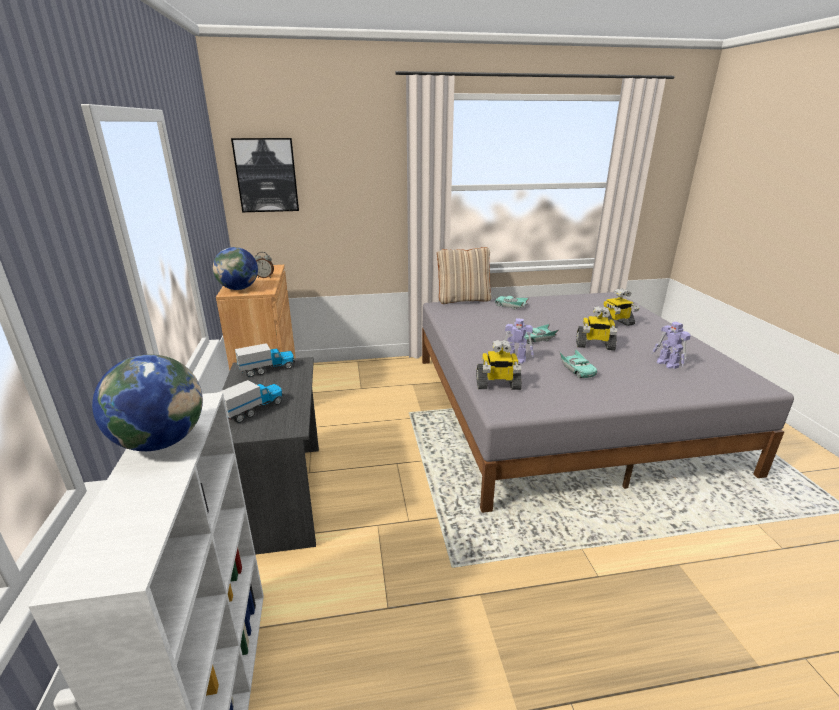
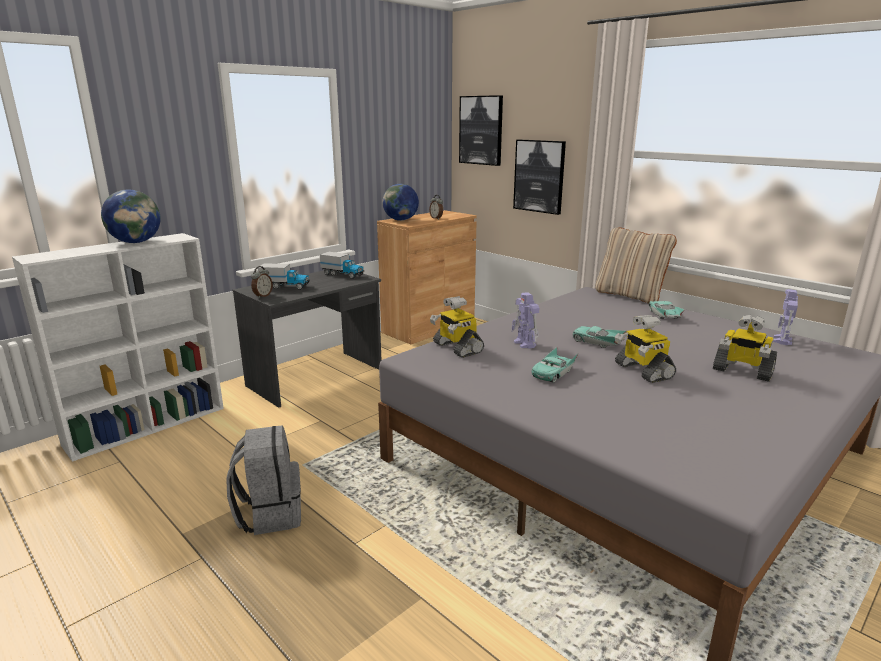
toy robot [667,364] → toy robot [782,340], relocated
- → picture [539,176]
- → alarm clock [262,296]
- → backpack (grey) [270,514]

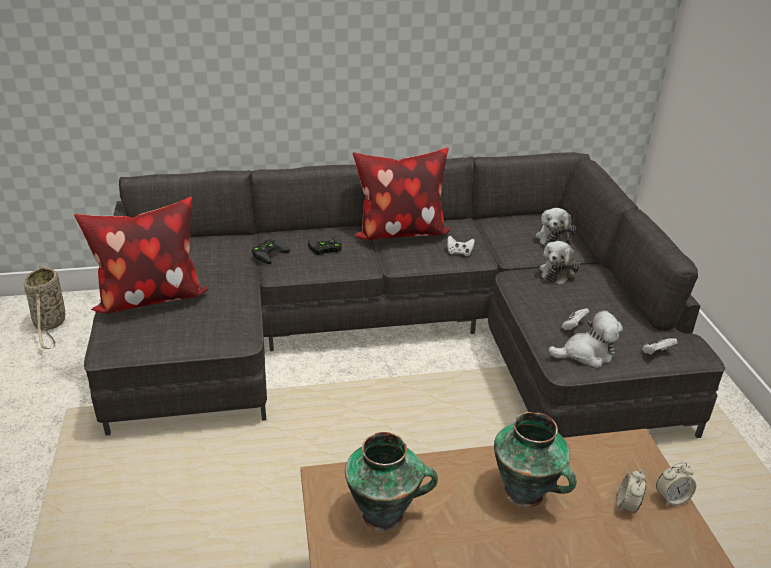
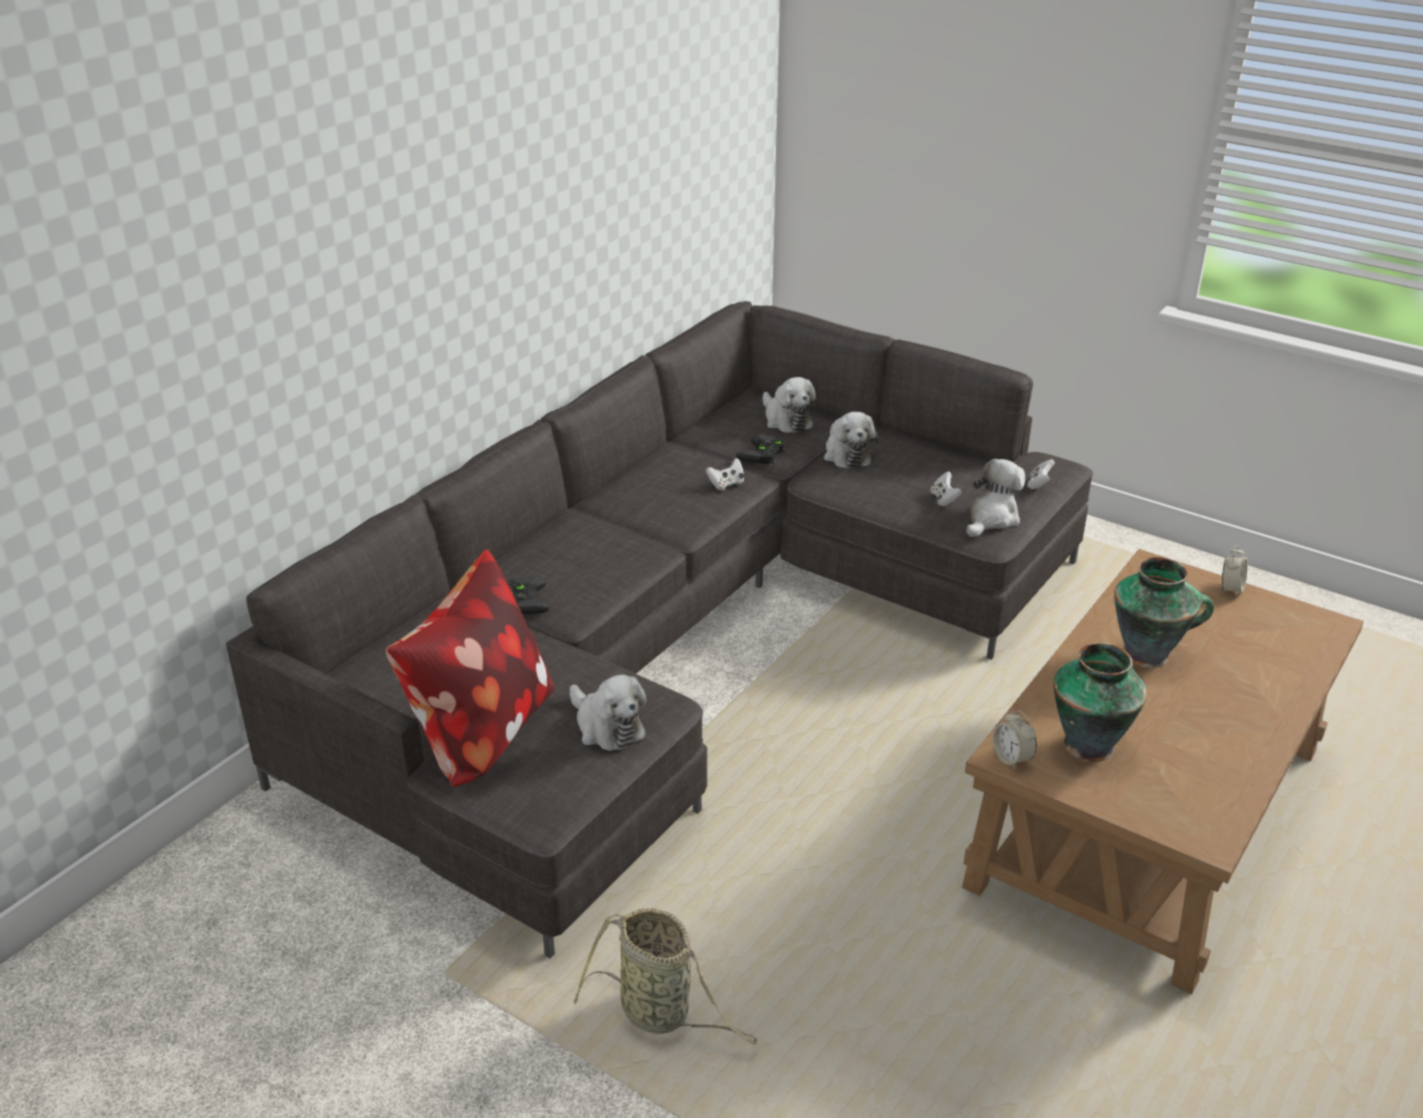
pillow [400,232] → -
game controller (black) [325,248] → game controller (black) [762,454], relocated
basket [50,324] → basket [660,1013], relocated
alarm clock [627,505] → alarm clock [1012,758], relocated
- → plush toy [607,726]

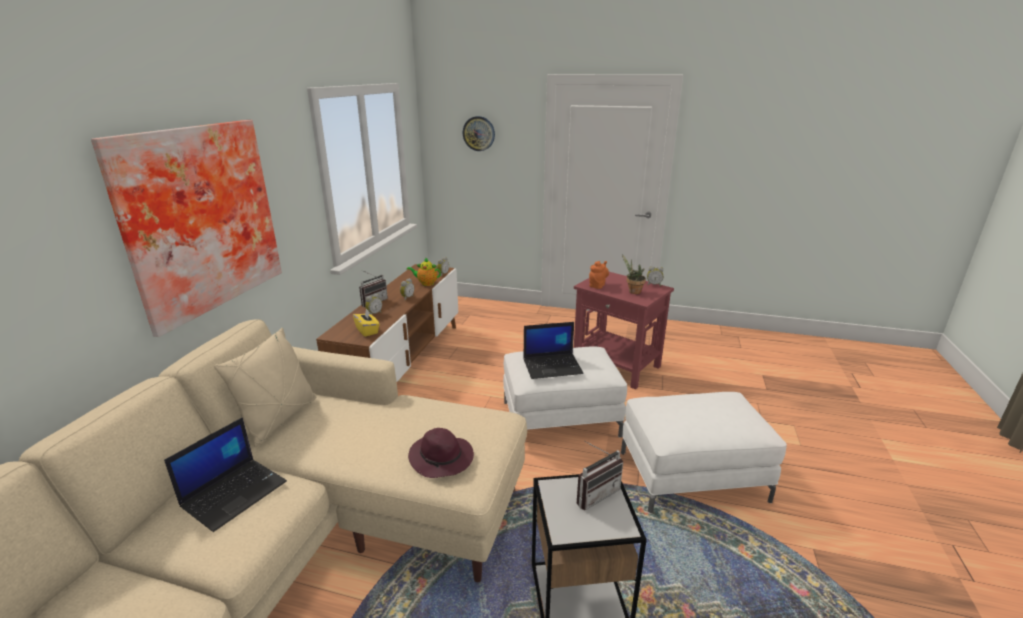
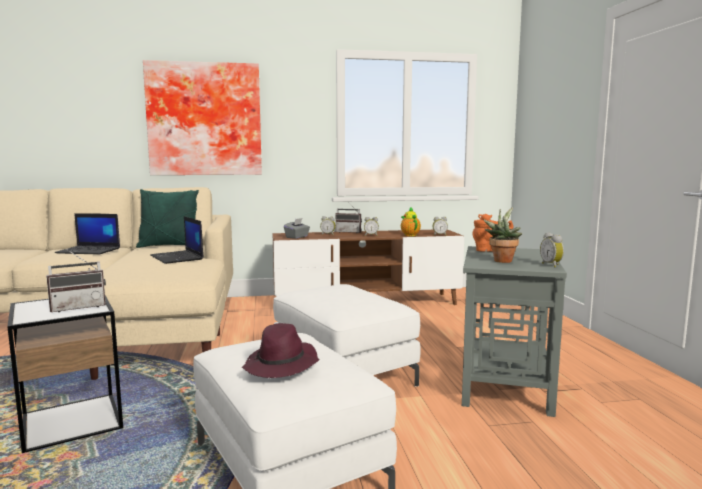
wall clock [479,133] → -
side table (red) [616,366] → side table (grey) [504,386]
tissue box (yellow) [367,331] → tissue box (grey) [297,237]
laptop [553,366] → laptop [177,257], relocated
pillow (beige) [279,419] → pillow (green) [168,246]
hat (purple) [442,459] → hat (purple) [281,365], relocated
radio [594,493] → radio [79,307], 60 degrees counterclockwise

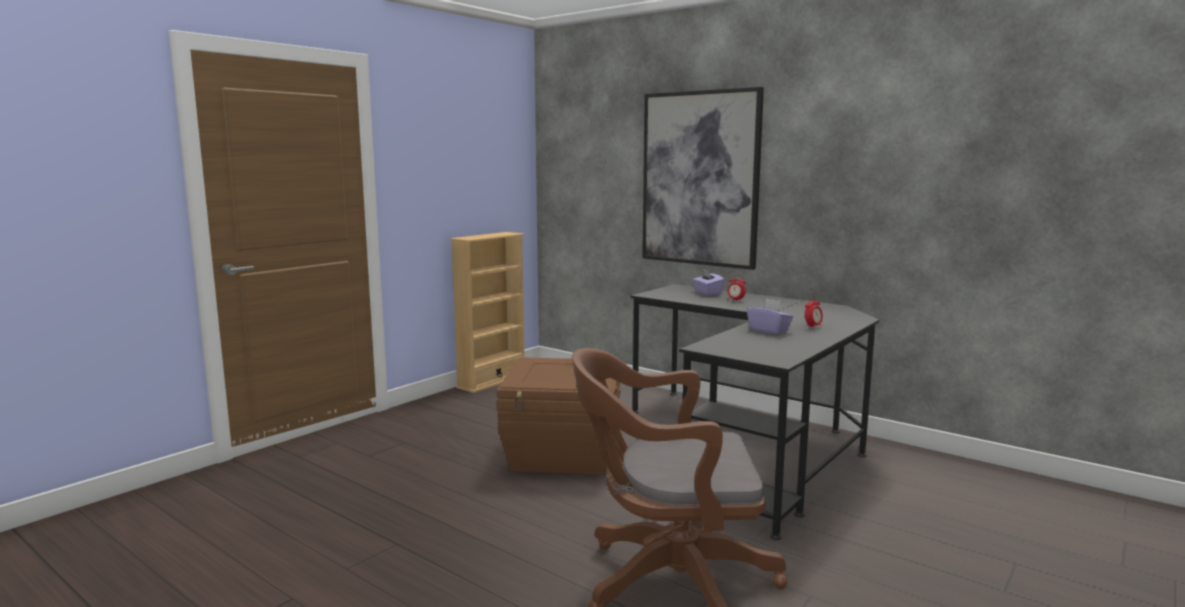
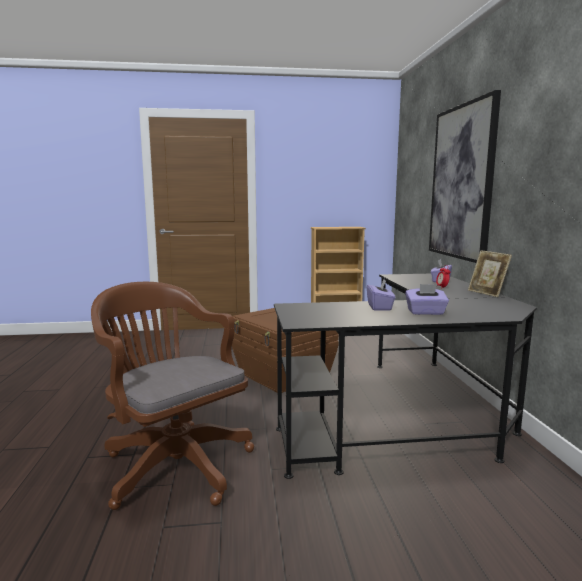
alarm clock [812,327] → tissue box (purple) [425,312]
- → picture frame [487,293]

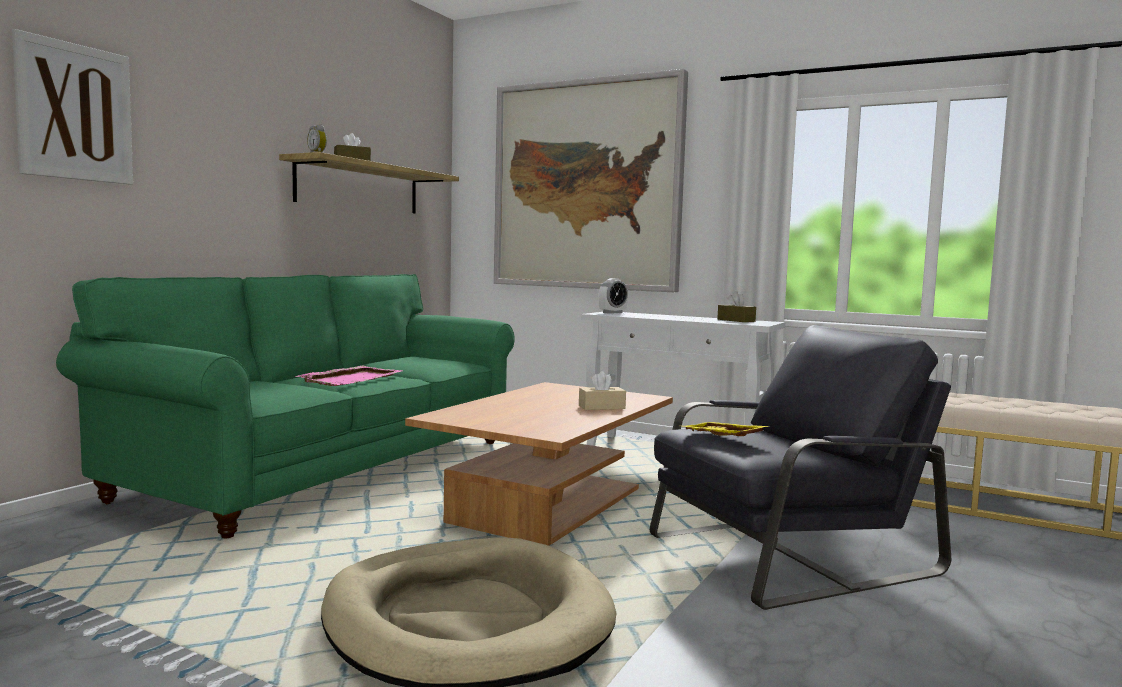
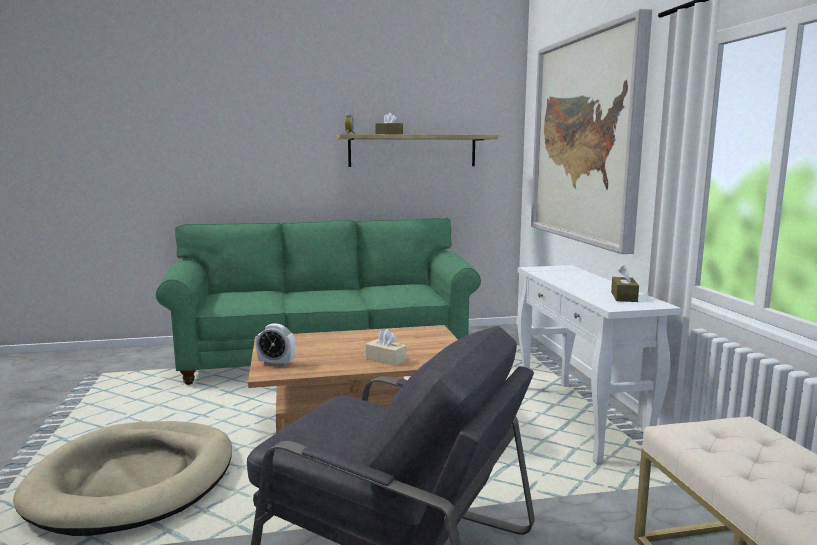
picture [75,112] → -
alarm clock [612,312] → alarm clock [276,364], relocated
tray (pink) [352,379] → -
tray (yellow) [722,438] → -

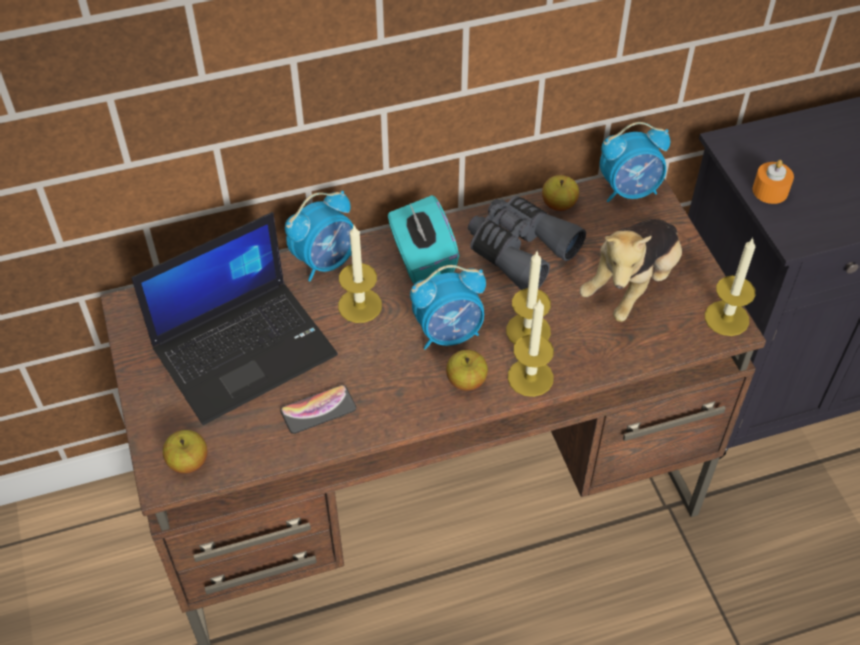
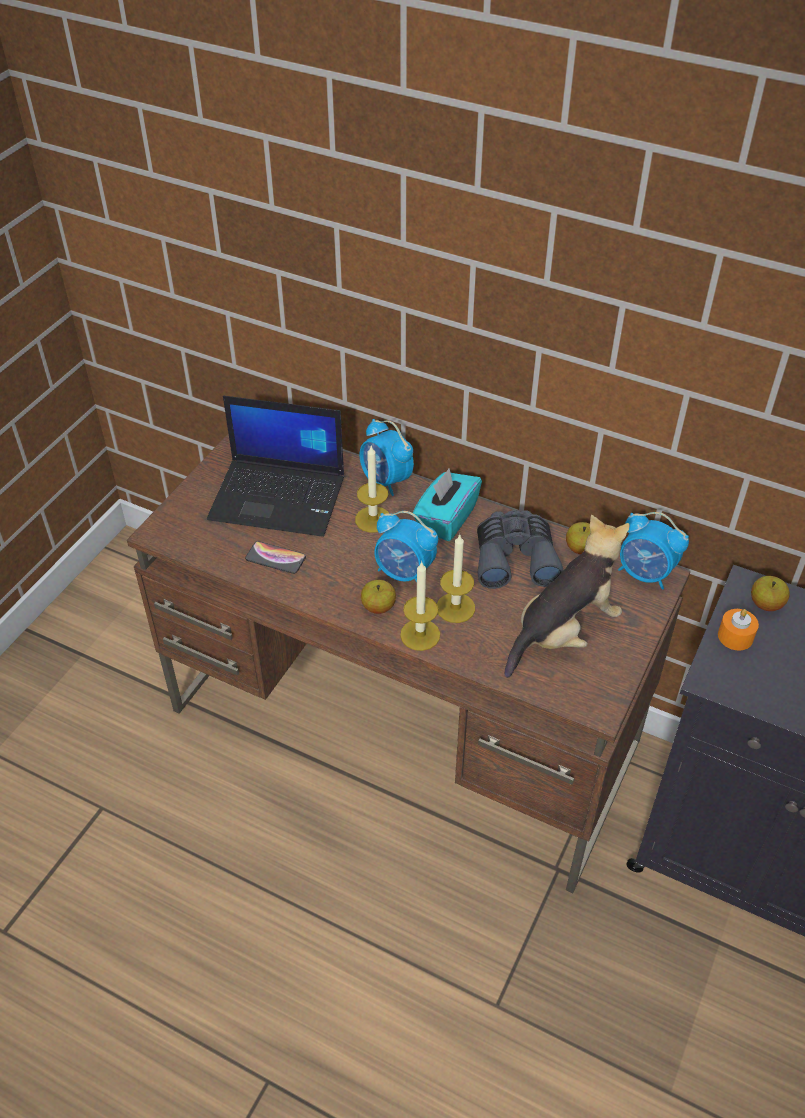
alarm clock [325,261] → alarm clock [386,481], 45 degrees clockwise
plush toy [631,285] → plush toy [563,632], 150 degrees clockwise
candle [726,318] → -
apple [188,462] → apple [766,604], relocated

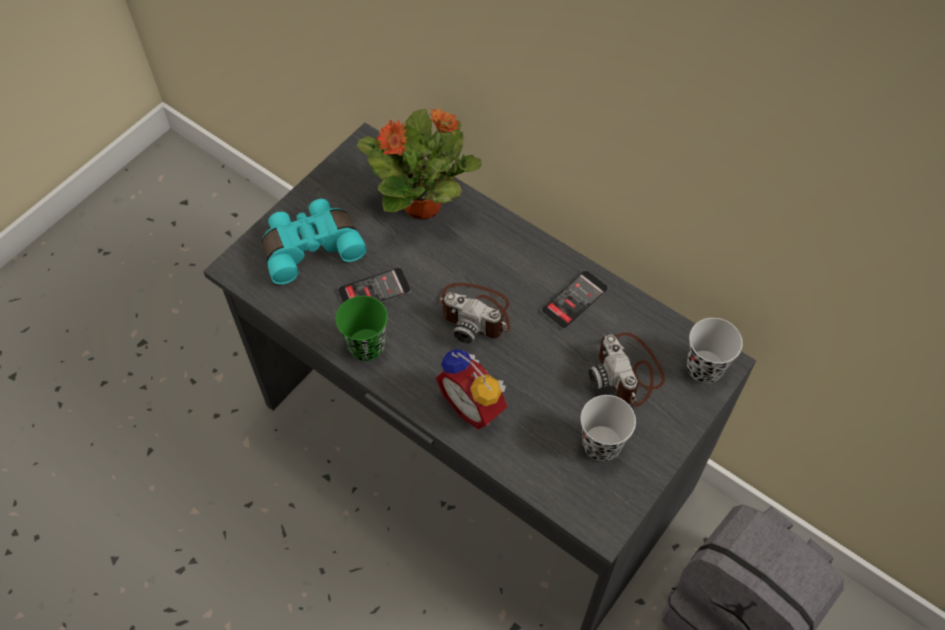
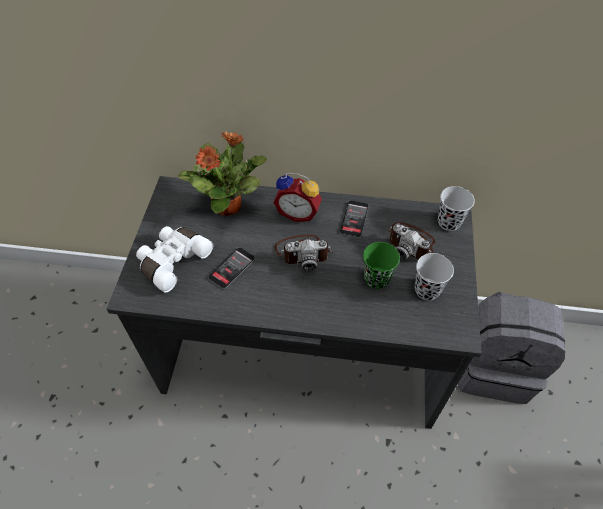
binoculars (turquoise) [311,246] → binoculars (white) [172,260]
cup (green) [366,346] → cup (green) [376,279], relocated
alarm clock [475,405] → alarm clock [298,212], relocated

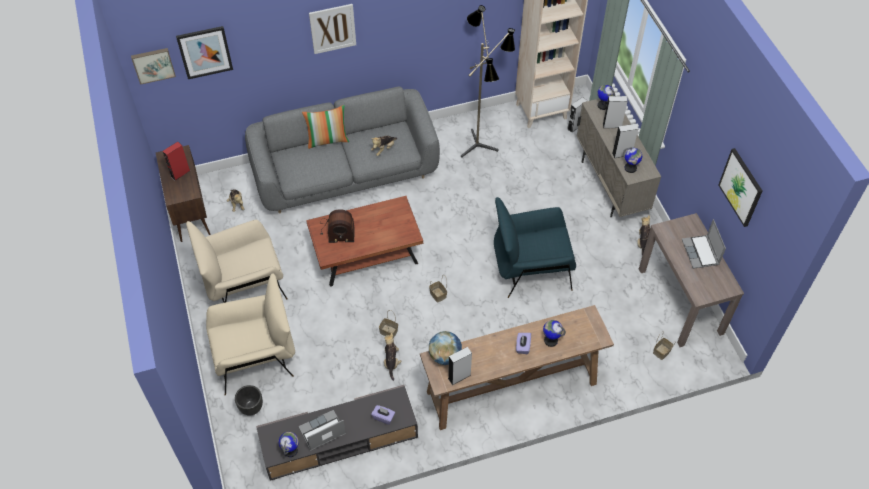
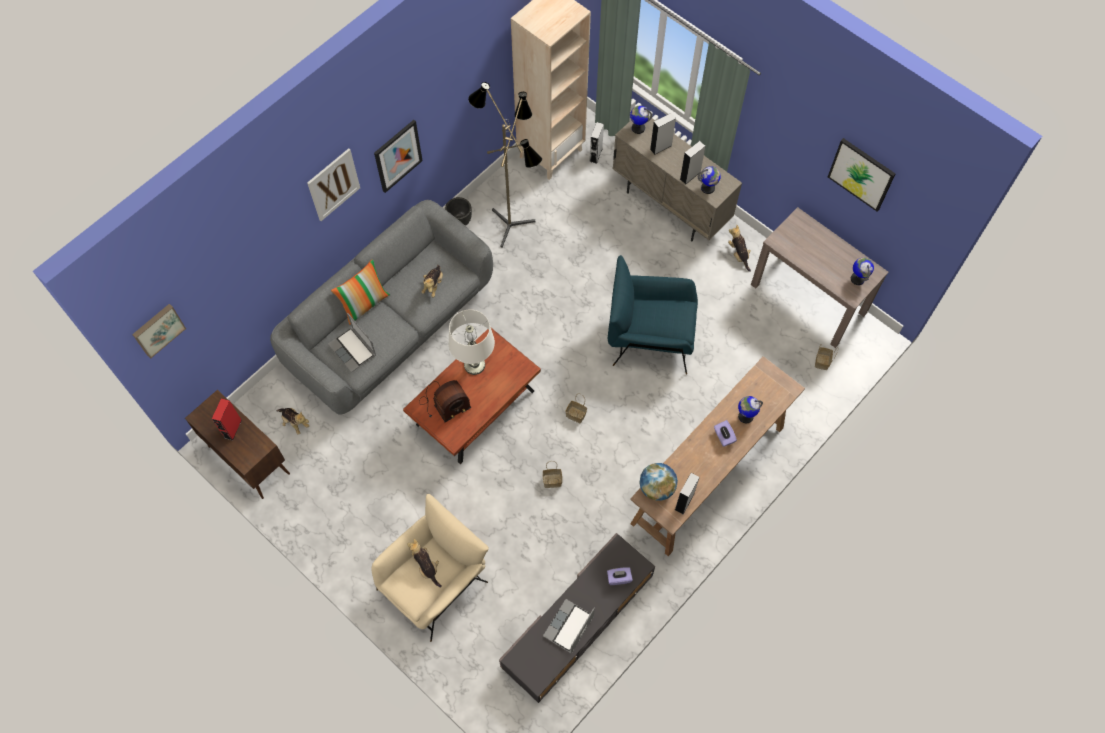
picture [205,52] → picture [397,156], relocated
armchair (blue) [531,269] → armchair (blue) [649,338], 45 degrees clockwise
laptop [701,253] → laptop [353,350], relocated
armchair (beige) [244,285] → -
plush toy [391,361] → plush toy [426,566], relocated
planter (black) [251,407] → planter (black) [459,221], relocated
globe [291,450] → globe [857,278], relocated
- → table lamp (white) [474,365]

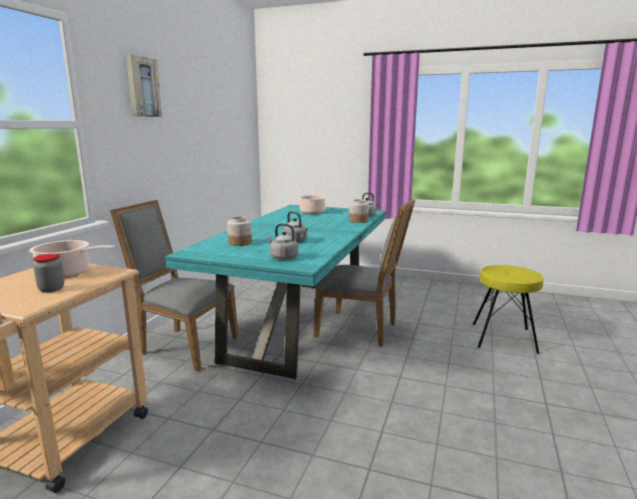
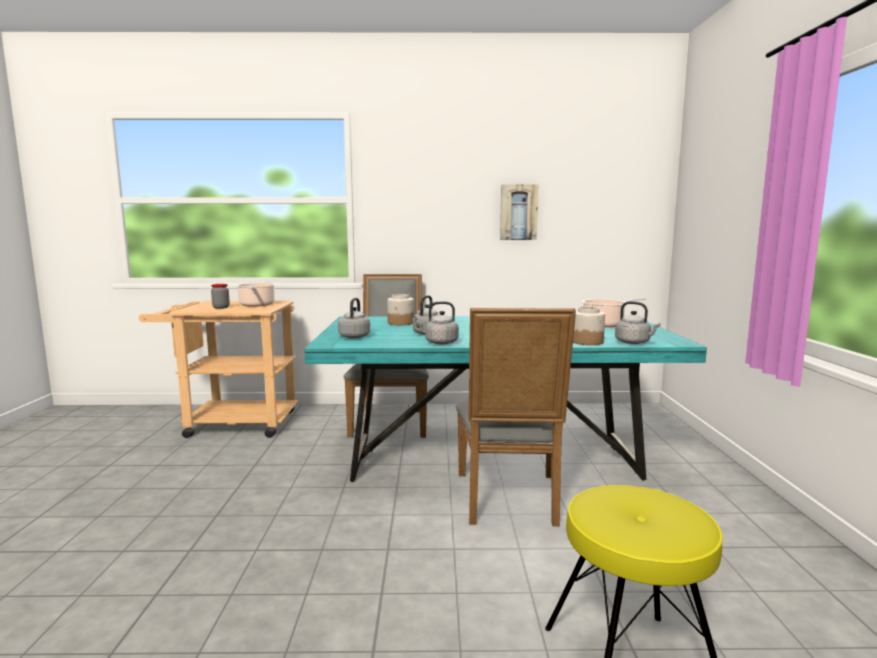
picture [142,87] → picture [518,212], relocated
- → kettle (grey) [439,342]

